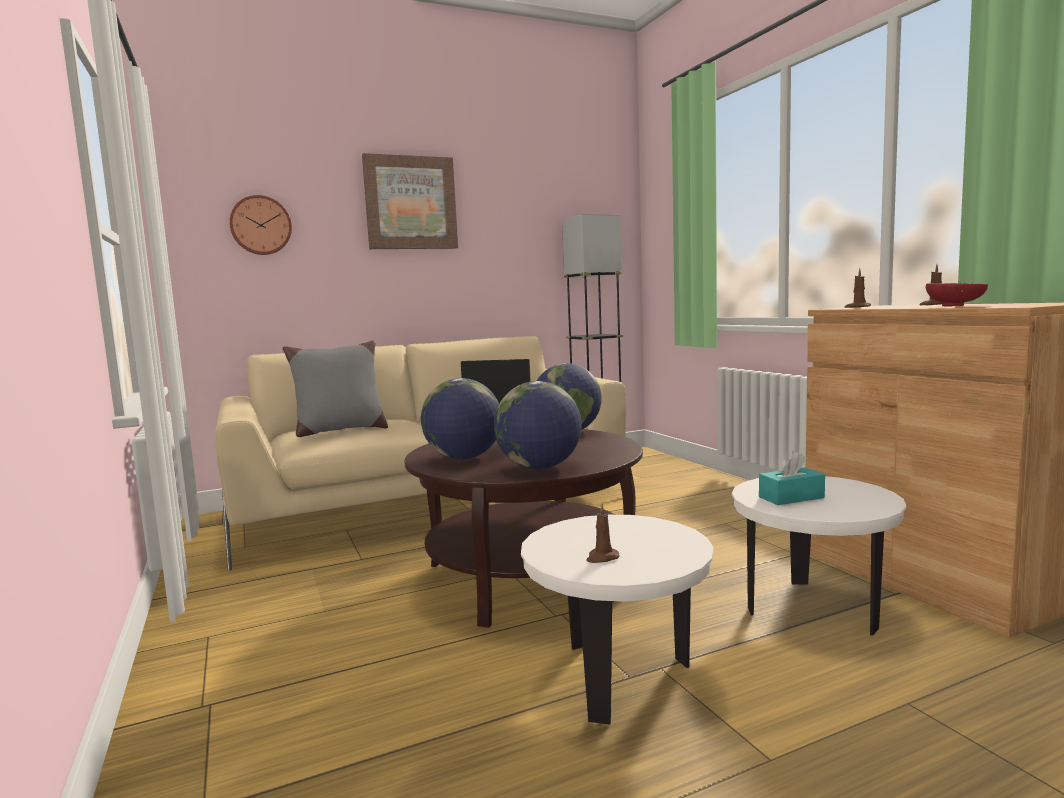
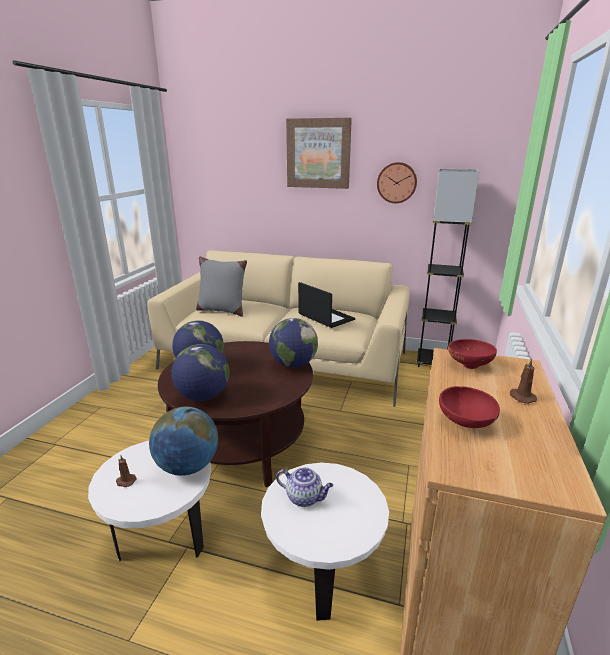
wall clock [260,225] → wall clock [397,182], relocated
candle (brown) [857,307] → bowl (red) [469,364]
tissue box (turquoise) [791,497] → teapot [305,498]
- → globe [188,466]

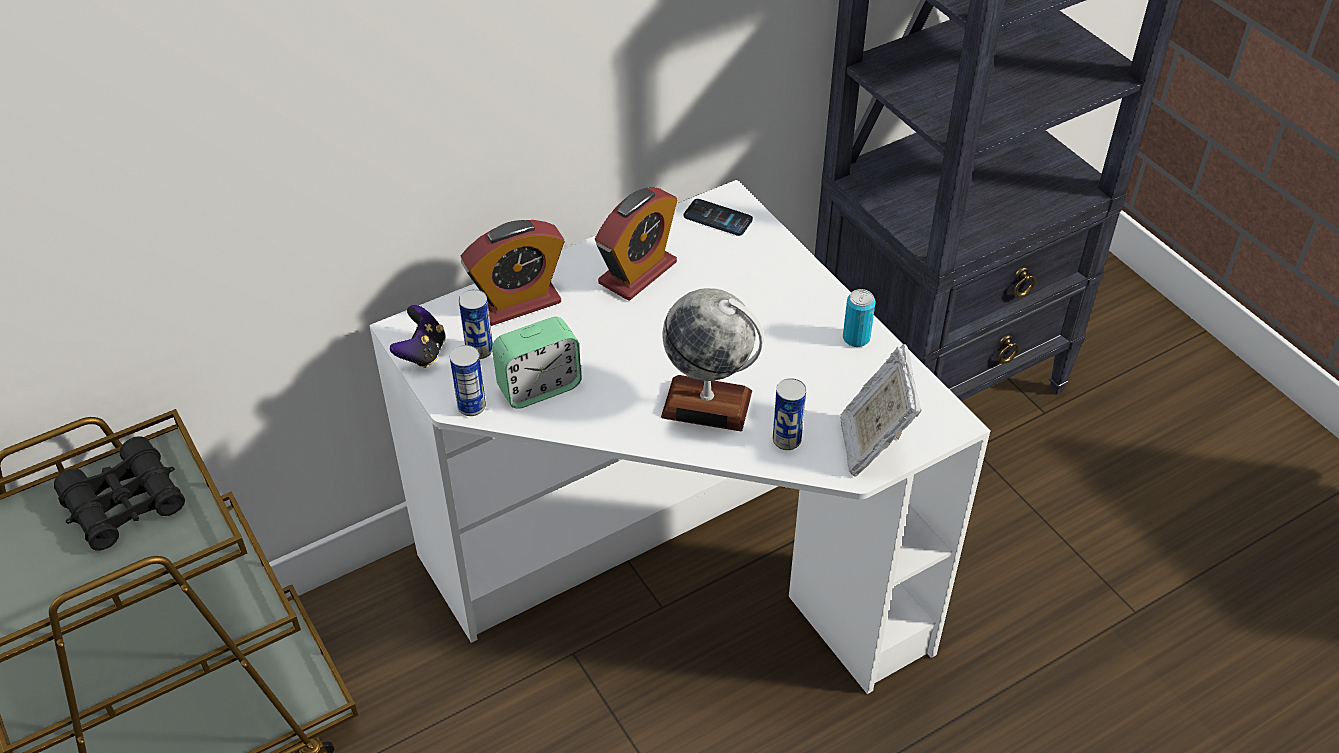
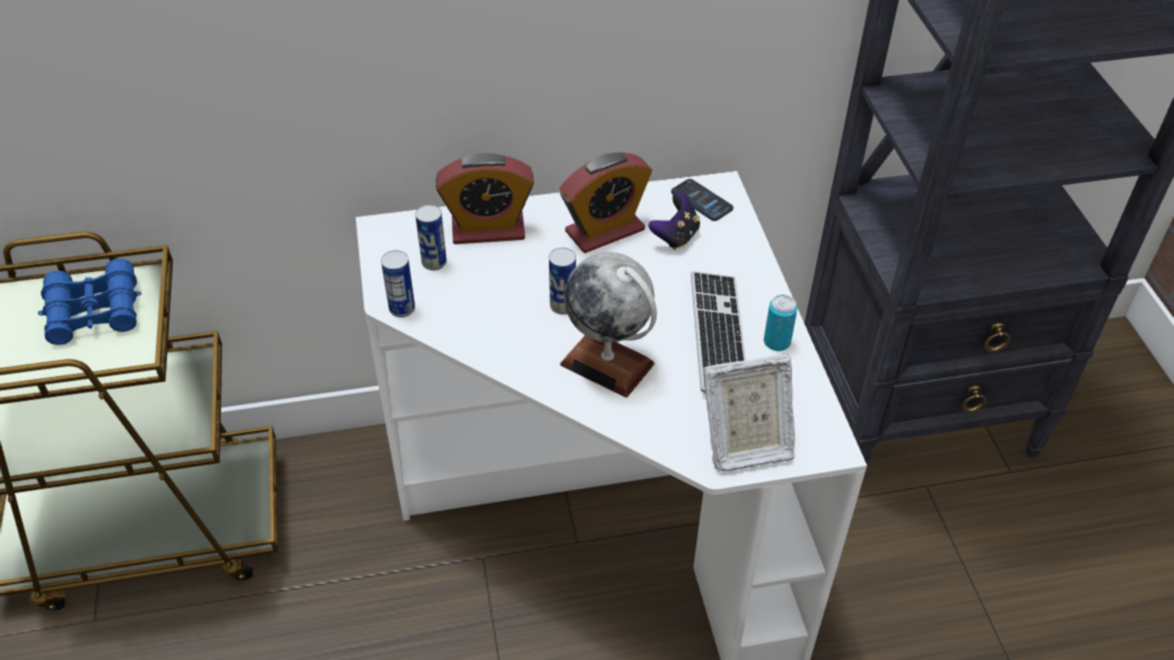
game controller [422,353] → game controller [675,237], relocated
alarm clock [539,387] → -
picture frame [873,444] → picture frame [744,445], 120 degrees counterclockwise
can [786,440] → can [562,306], relocated
binoculars (black) [125,504] → binoculars (blue) [94,312]
- → keyboard [718,335]

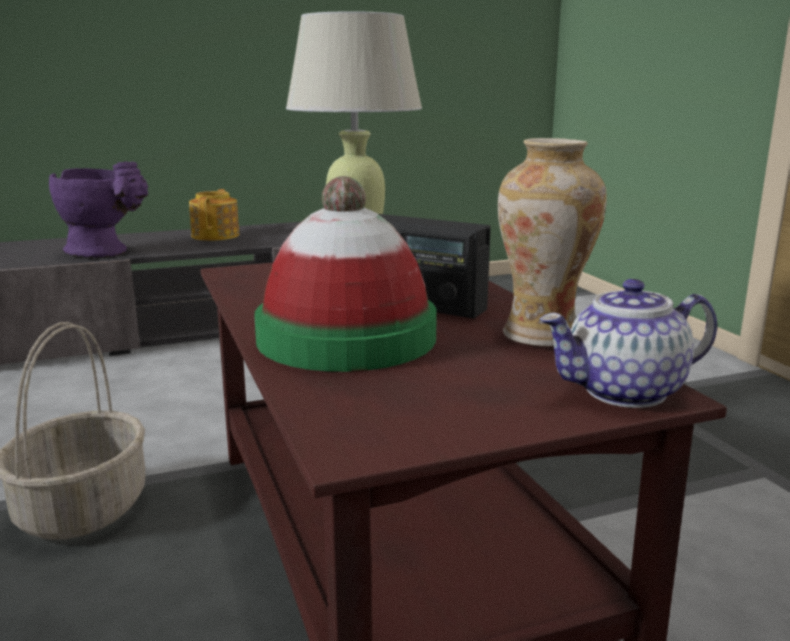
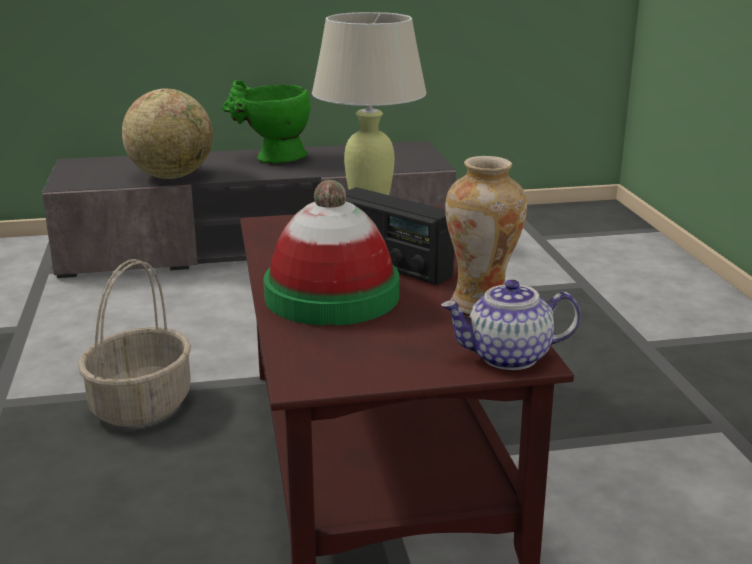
vase (purple) [107,253] → globe [172,176]
teapot [216,235] → vase (green) [272,159]

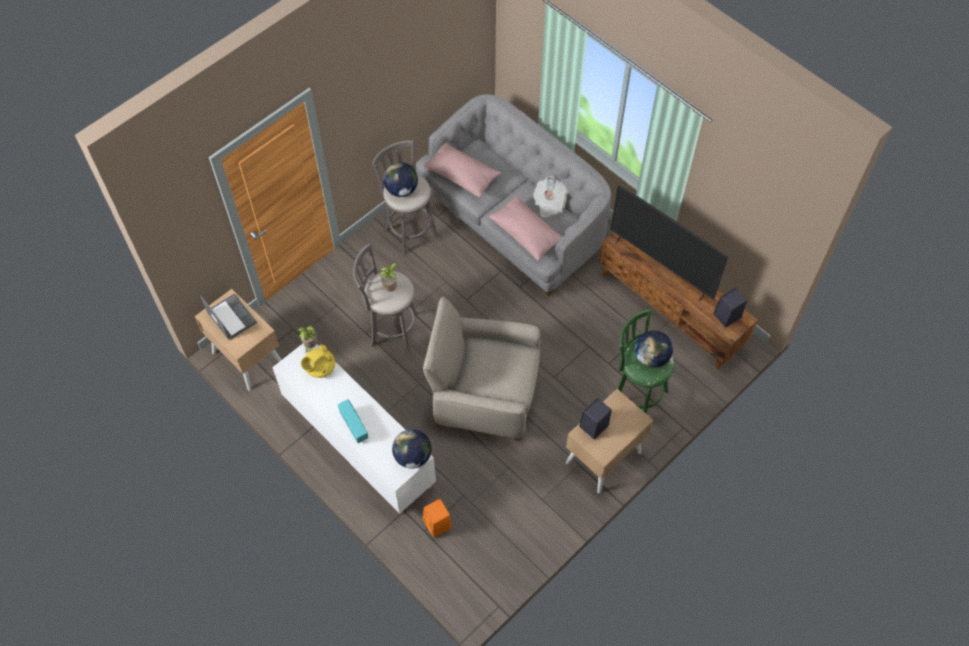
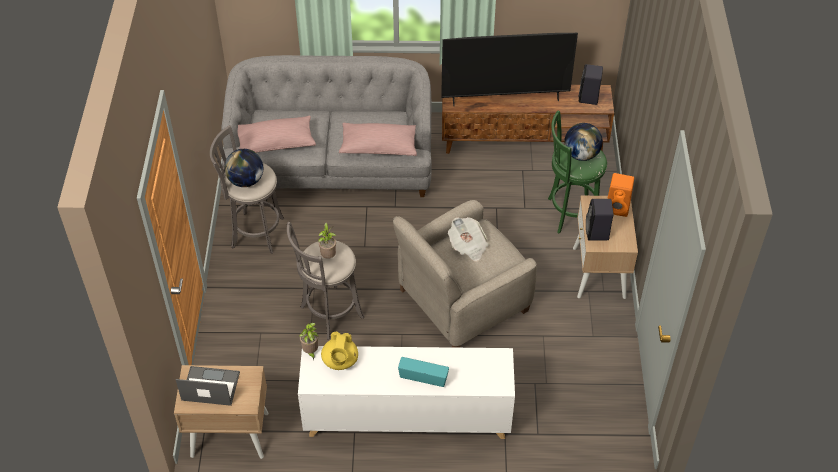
newspaper [549,203] → newspaper [468,246], relocated
globe [413,456] → -
speaker (orange) [438,525] → speaker (orange) [618,207], relocated

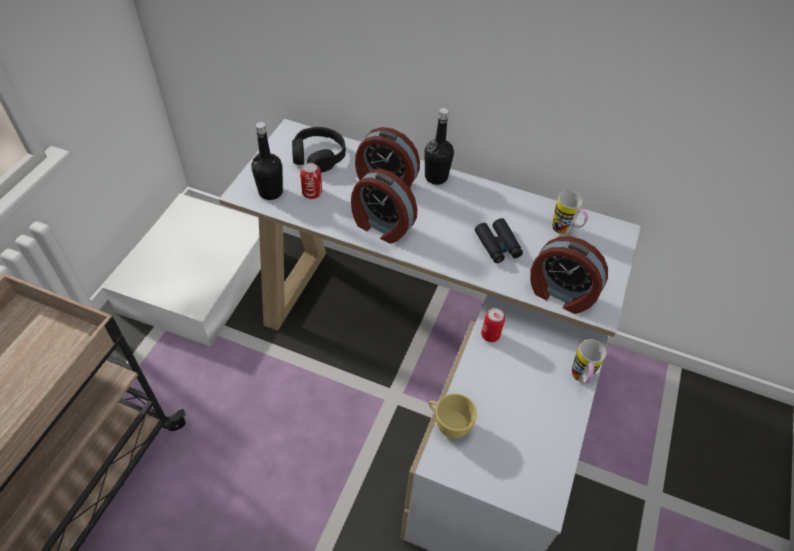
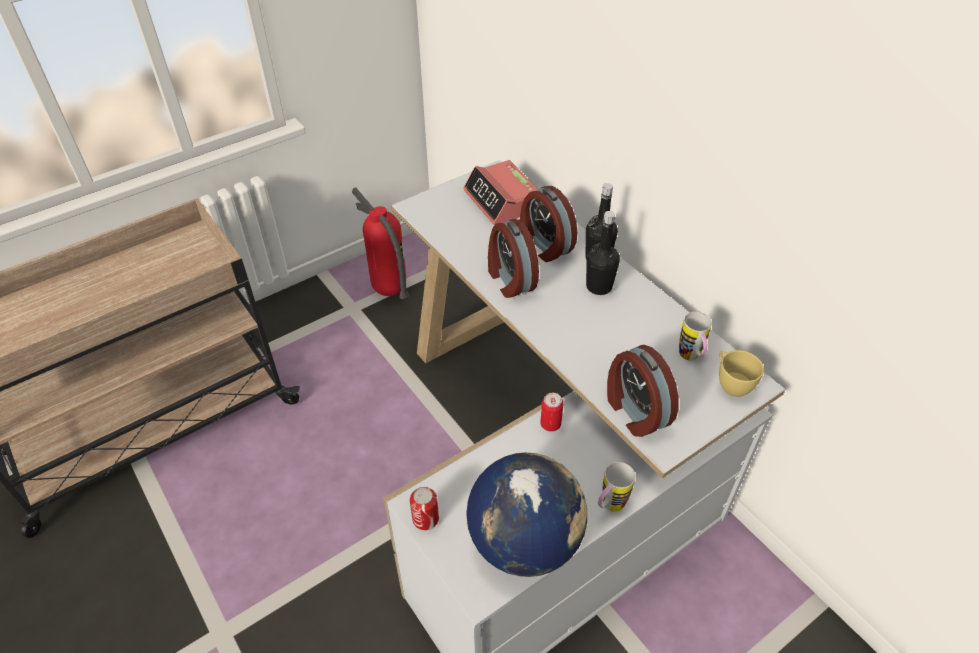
bottle (black) [270,192] → bottle (black) [599,286], relocated
headphones (black) [318,156] → alarm clock [502,201]
can [312,192] → can [425,519], relocated
storage box (white) [196,280] → fire extinguisher [388,291]
binoculars (black) [498,245] → -
cup (yellow) [448,424] → cup (yellow) [731,384], relocated
- → globe [525,542]

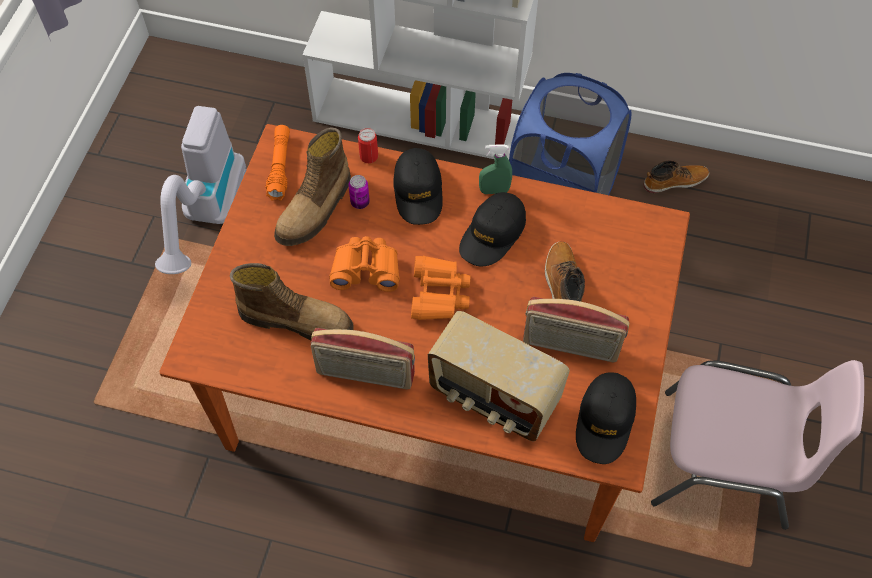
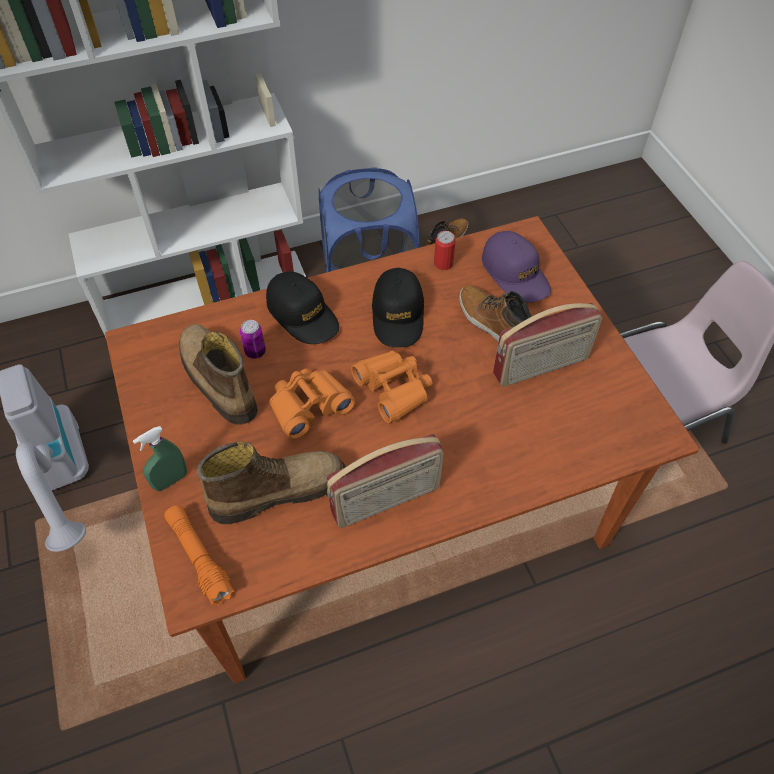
flashlight (orange) [280,167] → flashlight (orange) [199,557], relocated
boot [316,209] → boot [216,380], 150 degrees clockwise
can [369,156] → can [443,263], relocated
spray bottle (green) [494,190] → spray bottle (green) [170,480], relocated
radio [493,397] → -
cap (black) [605,421] → -
- → cap (purple) [515,274]

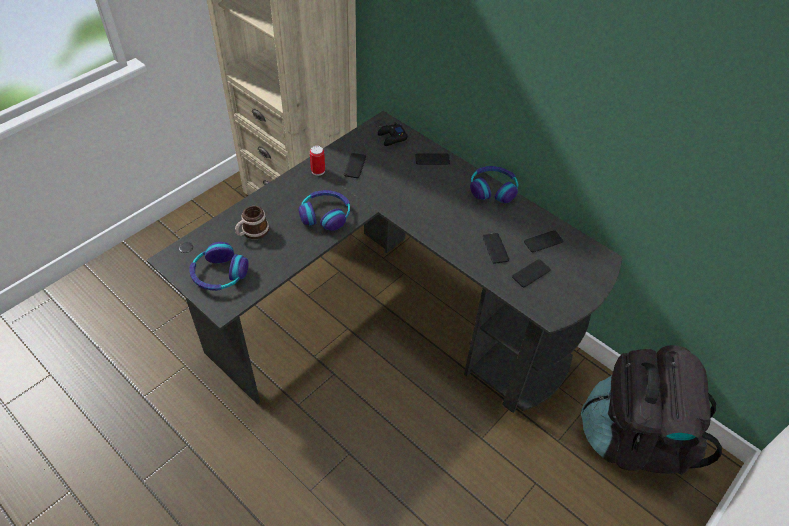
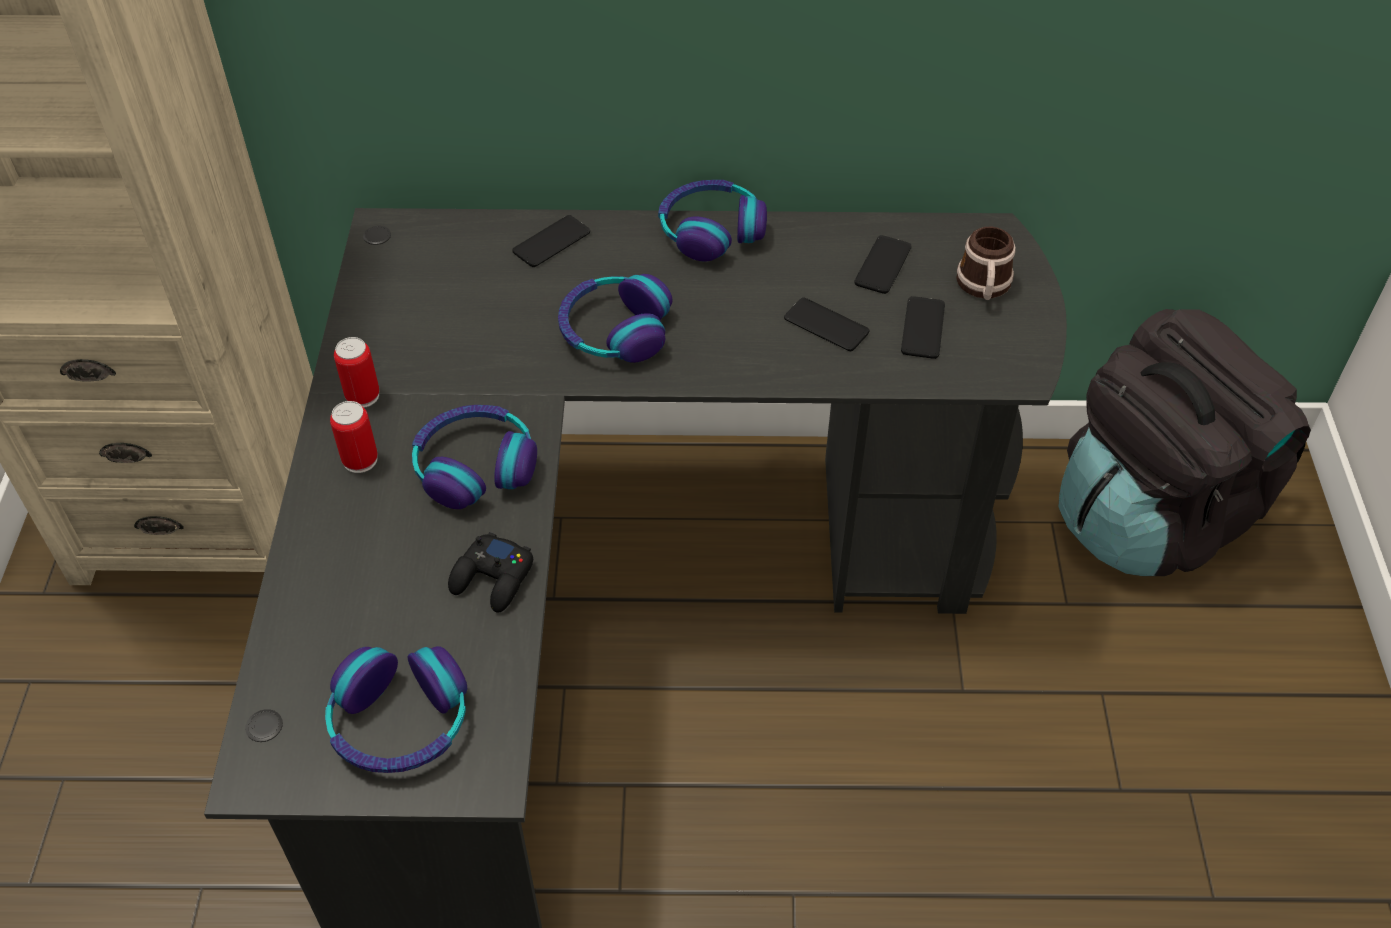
game controller (black) [392,138] → game controller (black) [493,579], relocated
phone [355,166] → -
mug [252,232] → mug [983,287], relocated
- → headphones [614,330]
- → can [360,460]

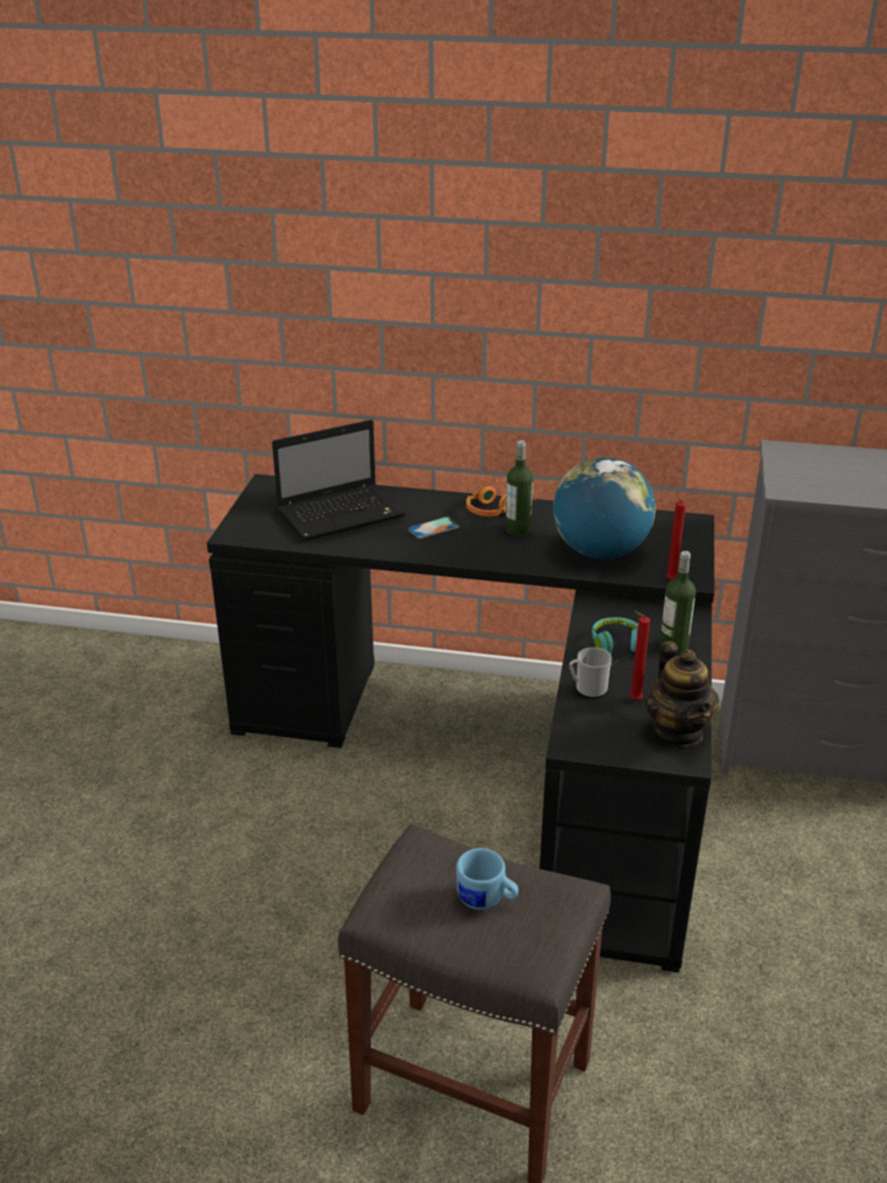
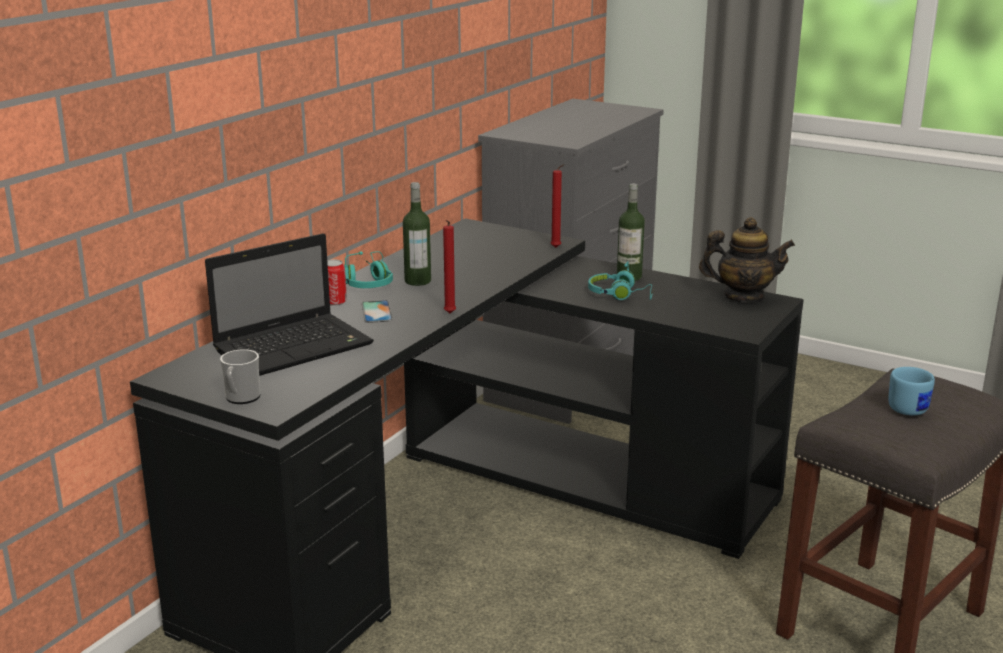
laptop [342,513] → laptop [296,347], 60 degrees clockwise
globe [600,552] → -
headphones (orange) [497,509] → headphones (turquoise) [368,282]
candle (red) [633,700] → candle (red) [449,314], relocated
mug [588,689] → mug [241,398], relocated
- → can [335,302]

